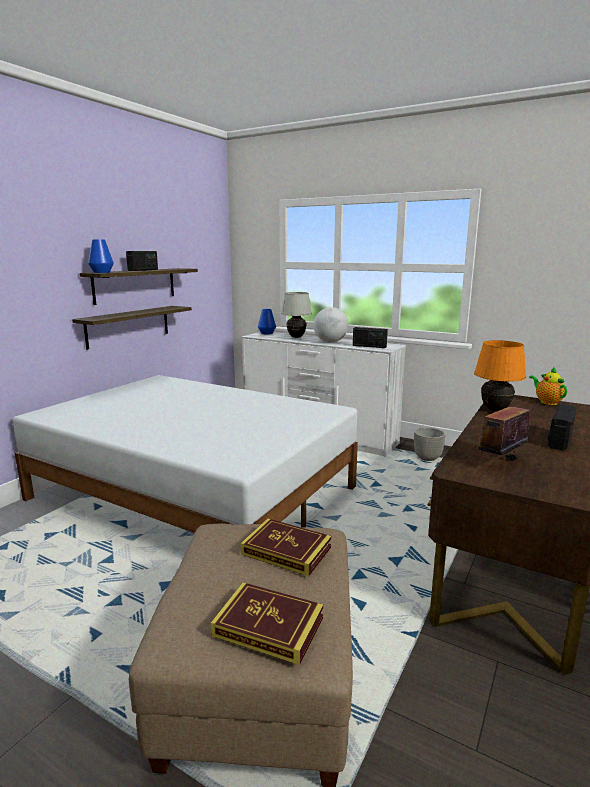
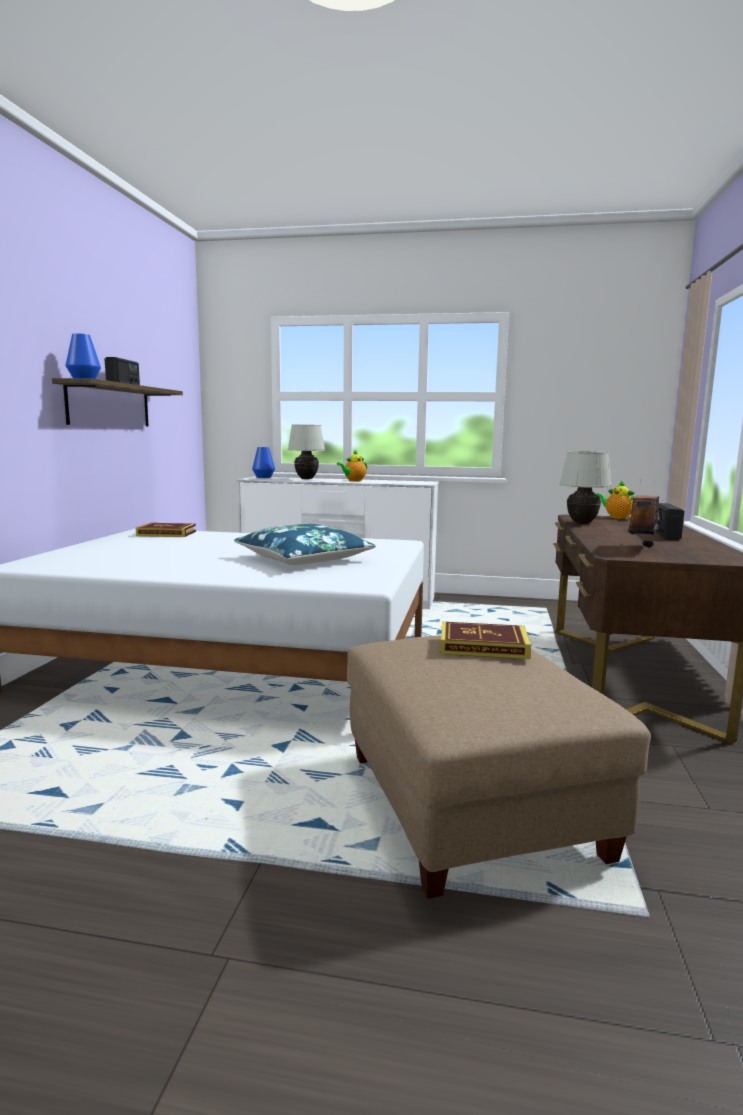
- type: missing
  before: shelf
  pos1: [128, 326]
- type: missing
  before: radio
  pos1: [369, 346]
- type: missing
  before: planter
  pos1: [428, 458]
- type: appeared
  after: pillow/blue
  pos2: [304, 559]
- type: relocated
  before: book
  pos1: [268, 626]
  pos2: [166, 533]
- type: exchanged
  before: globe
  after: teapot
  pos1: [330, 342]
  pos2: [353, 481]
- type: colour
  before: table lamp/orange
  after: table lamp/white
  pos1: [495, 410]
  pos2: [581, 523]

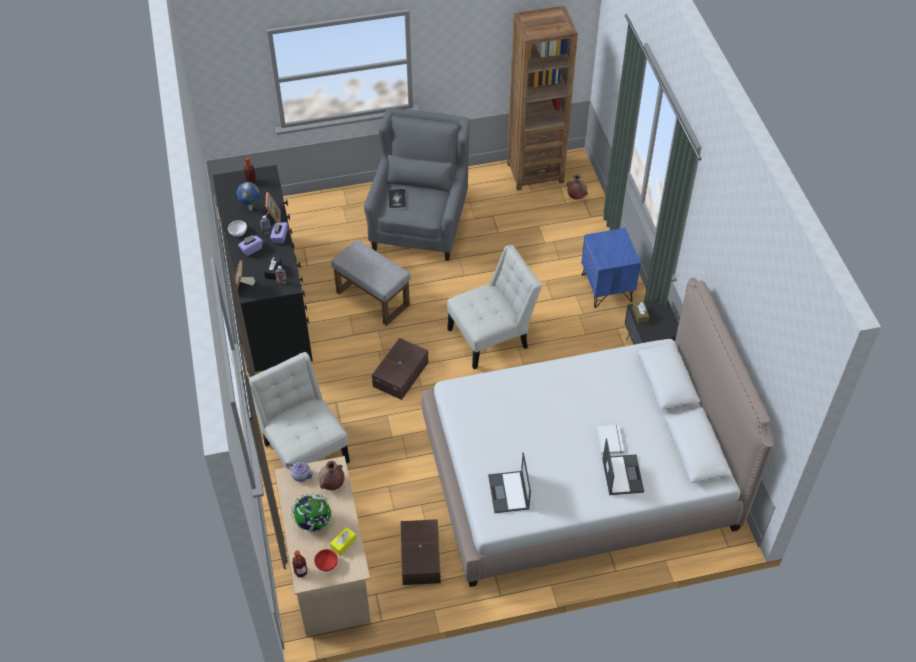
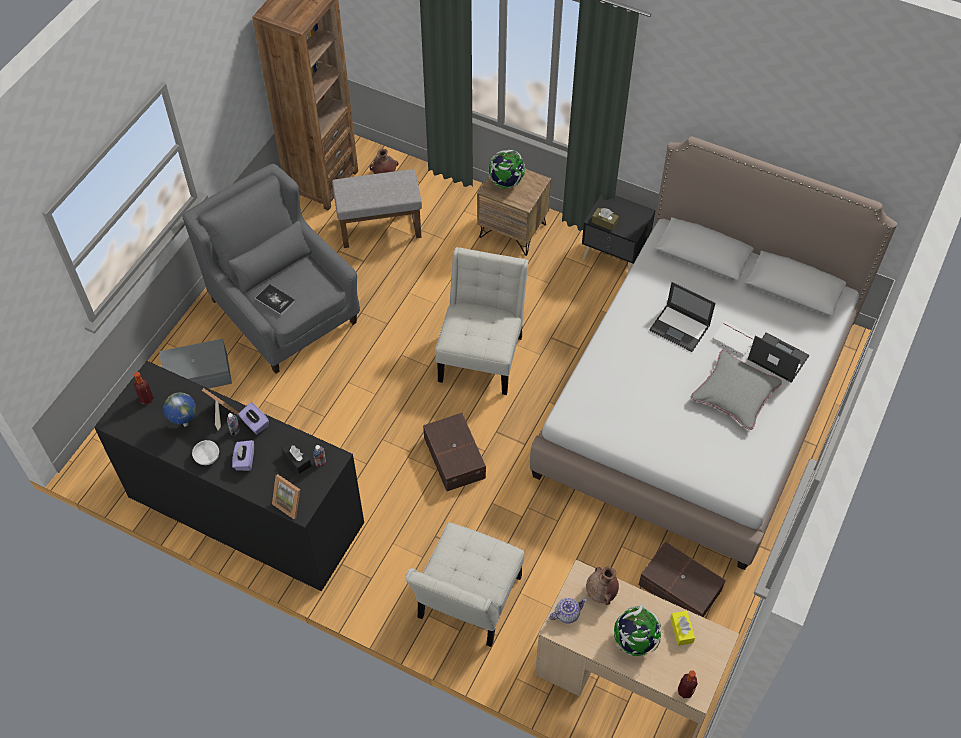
- type: missing
  before: bowl/red
  pos1: [326, 564]
- type: appeared
  after: storage box/grey
  pos2: [198, 374]
- type: appeared
  after: globe
  pos2: [506, 182]
- type: appeared
  after: pillow/grey
  pos2: [735, 393]
- type: relocated
  before: ottoman/grey
  pos1: [374, 298]
  pos2: [381, 227]
- type: relocated
  before: laptop
  pos1: [509, 493]
  pos2: [680, 328]
- type: colour
  before: nightstand/blue
  after: nightstand/brown
  pos1: [607, 288]
  pos2: [513, 230]
- type: spun
  before: chair/white
  pos1: [304, 449]
  pos2: [467, 602]
  turn: -75

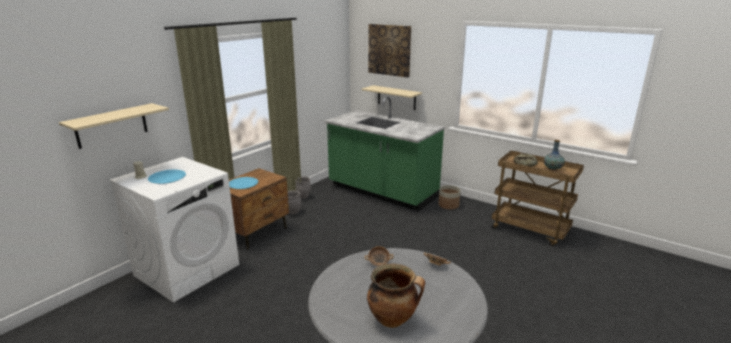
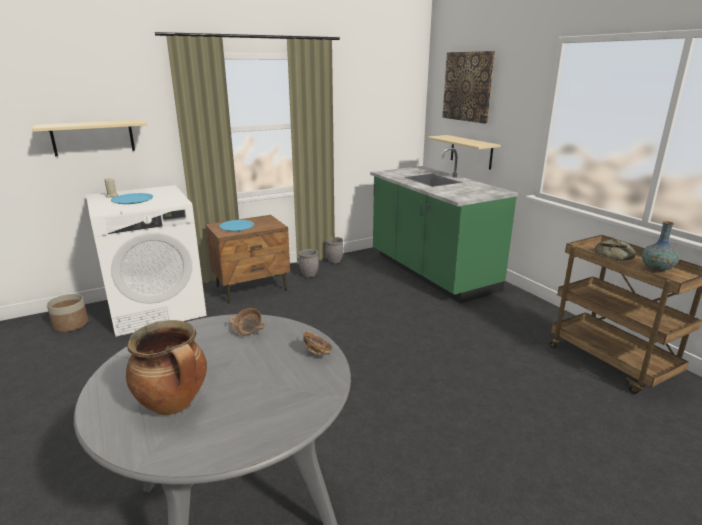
- type: relocated
  before: planter
  pos1: [448, 205]
  pos2: [71, 325]

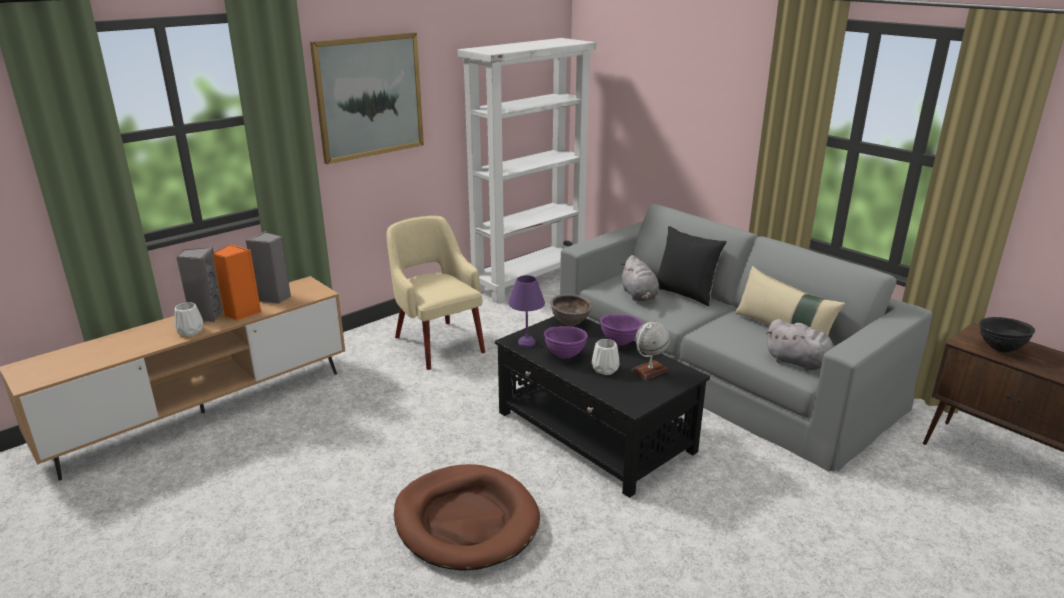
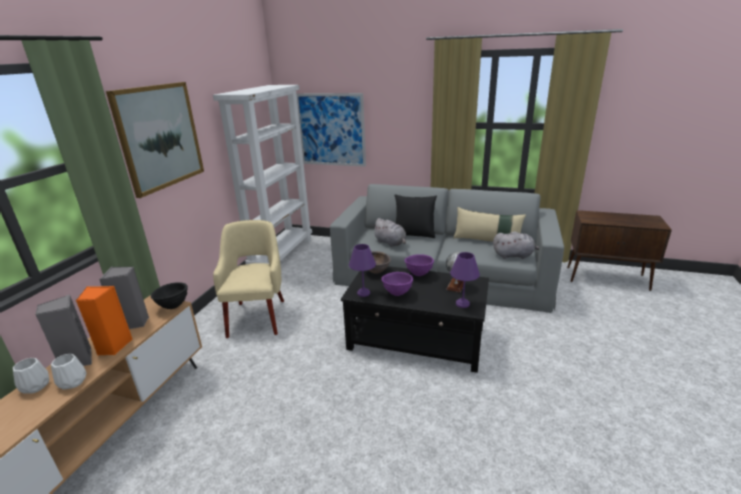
- type: missing
  before: dog bed/brown
  pos1: [466, 521]
- type: appeared
  after: picture
  pos2: [331, 130]
- type: appeared
  after: table lamp/purple
  pos2: [463, 304]
- type: relocated
  before: vase/white
  pos1: [605, 369]
  pos2: [36, 386]
- type: relocated
  before: bowl/black
  pos1: [999, 349]
  pos2: [173, 306]
- type: spun
  before: armchair/beige
  pos1: [437, 343]
  pos2: [257, 316]
  turn: 60

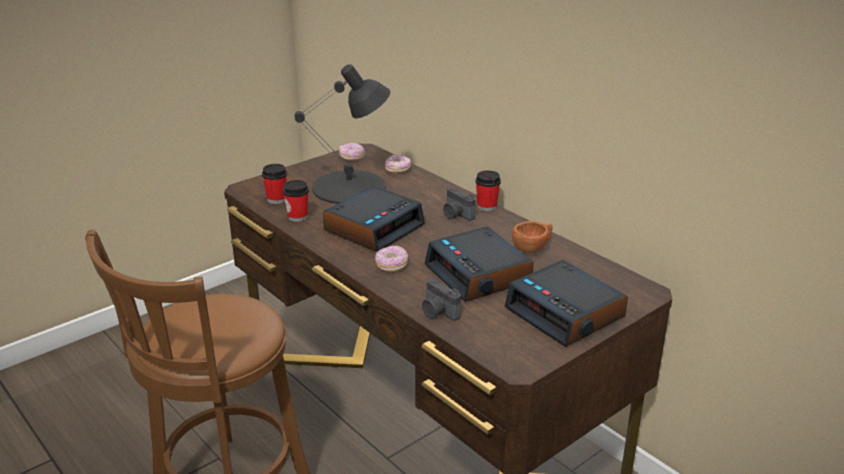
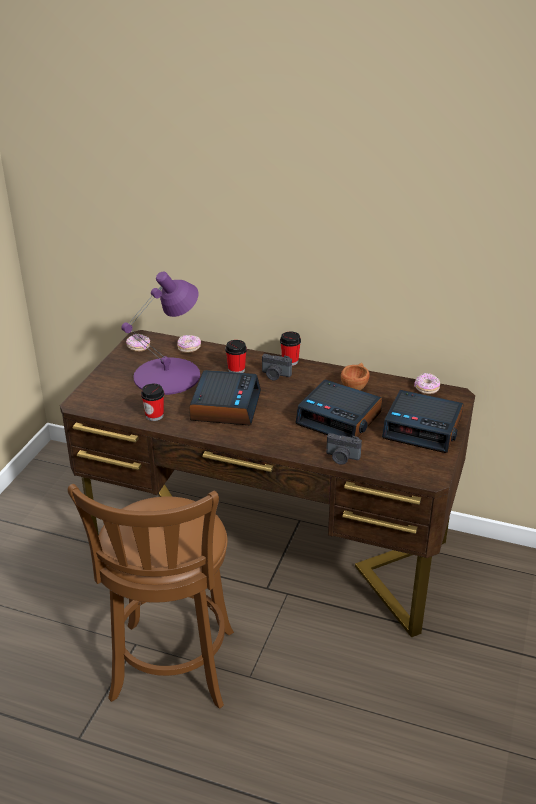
- type: relocated
  before: cup
  pos1: [277, 199]
  pos2: [236, 370]
- type: relocated
  before: donut
  pos1: [391, 265]
  pos2: [426, 388]
- type: colour
  before: table lamp/black
  after: table lamp/purple
  pos1: [350, 187]
  pos2: [168, 376]

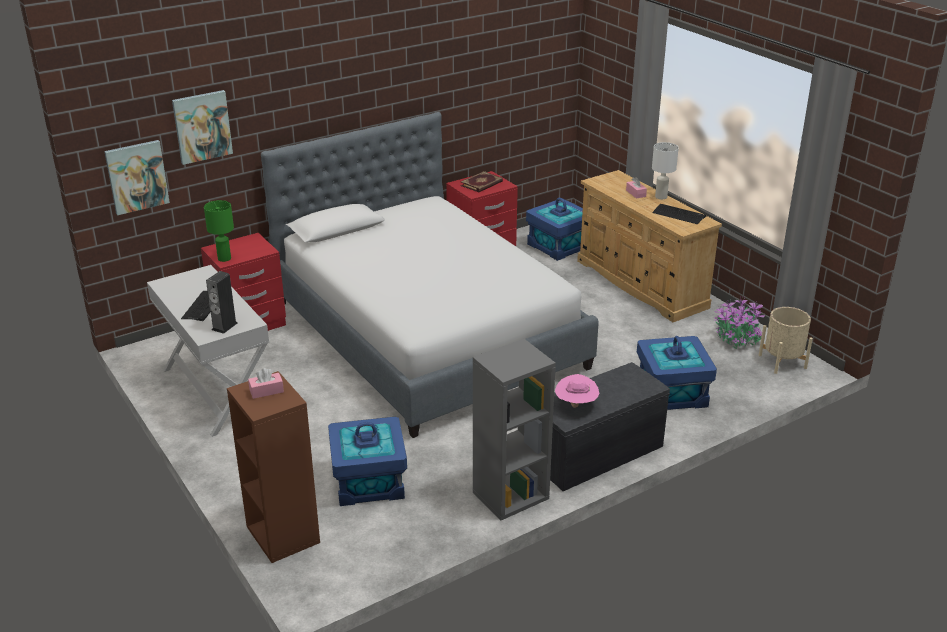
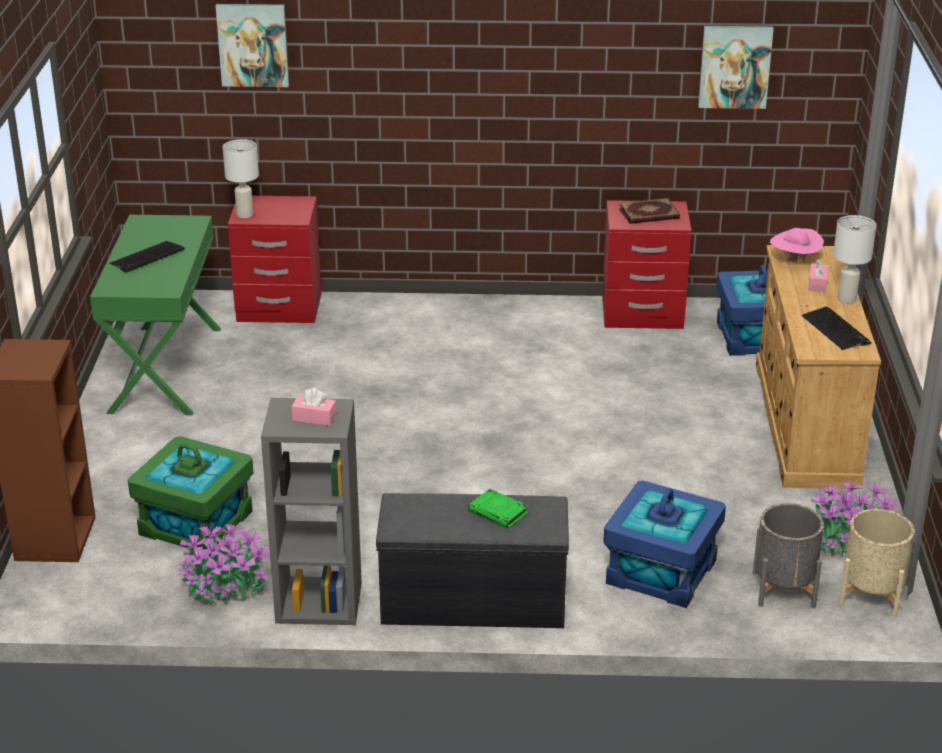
- type: missing
  before: speaker
  pos1: [224, 326]
- type: missing
  before: bed
  pos1: [427, 334]
- type: appeared
  after: potted plant
  pos2: [226, 587]
- type: appeared
  after: book/green
  pos2: [499, 512]
- type: appeared
  after: planter/grey
  pos2: [783, 589]
- type: relocated
  before: picture
  pos1: [137, 176]
  pos2: [735, 66]
- type: relocated
  before: tissue box/pink
  pos1: [266, 391]
  pos2: [314, 418]
- type: relocated
  before: hat/pink
  pos1: [576, 405]
  pos2: [794, 261]
- type: colour
  before: console table/white
  after: console table/green
  pos1: [217, 391]
  pos2: [165, 369]
- type: colour
  before: table lamp/green
  after: table lamp/white
  pos1: [224, 258]
  pos2: [245, 215]
- type: colour
  before: storage box/blue
  after: storage box/green
  pos1: [369, 482]
  pos2: [195, 523]

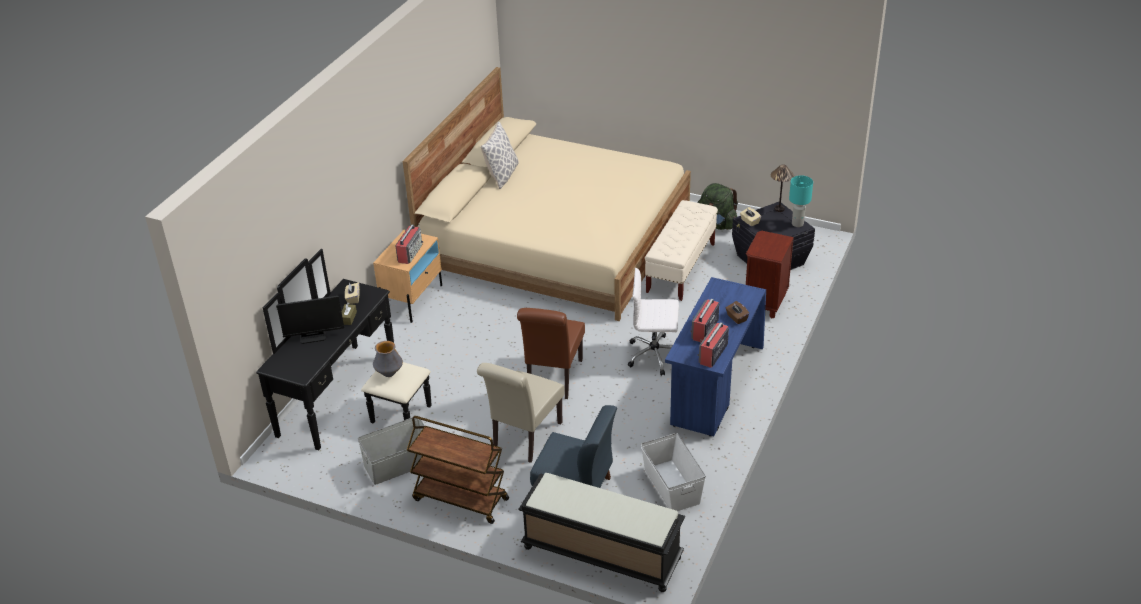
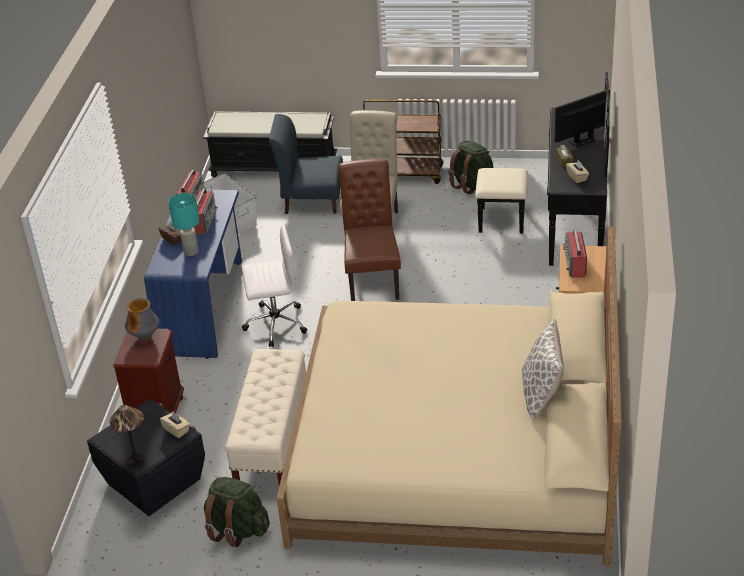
- type: relocated
  before: vase
  pos1: [389, 373]
  pos2: [145, 336]
- type: relocated
  before: table lamp/turquoise
  pos1: [797, 223]
  pos2: [191, 252]
- type: exchanged
  before: storage box/grey
  after: backpack/green
  pos1: [399, 464]
  pos2: [472, 185]

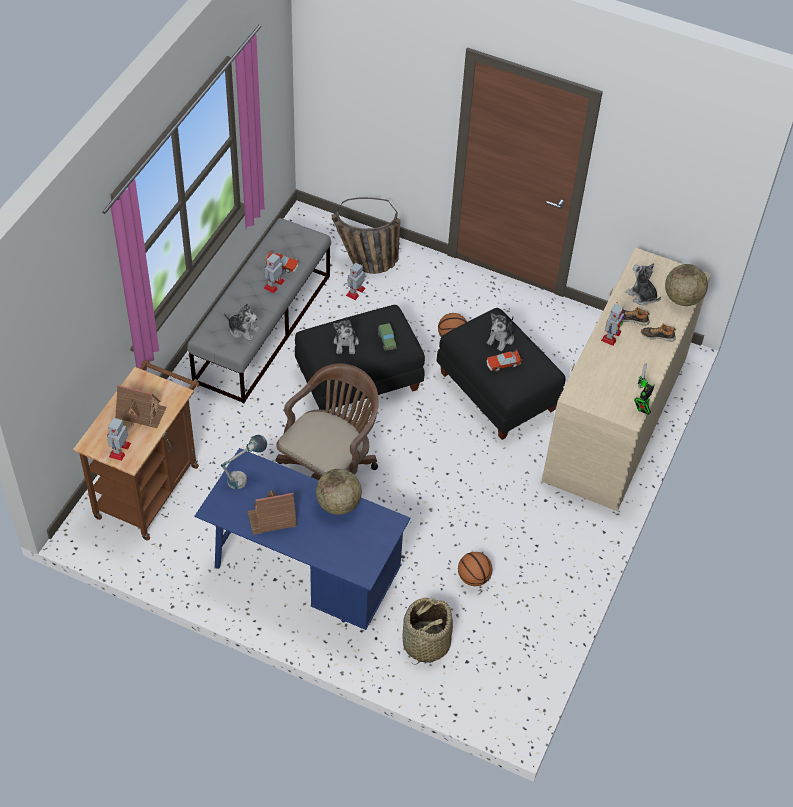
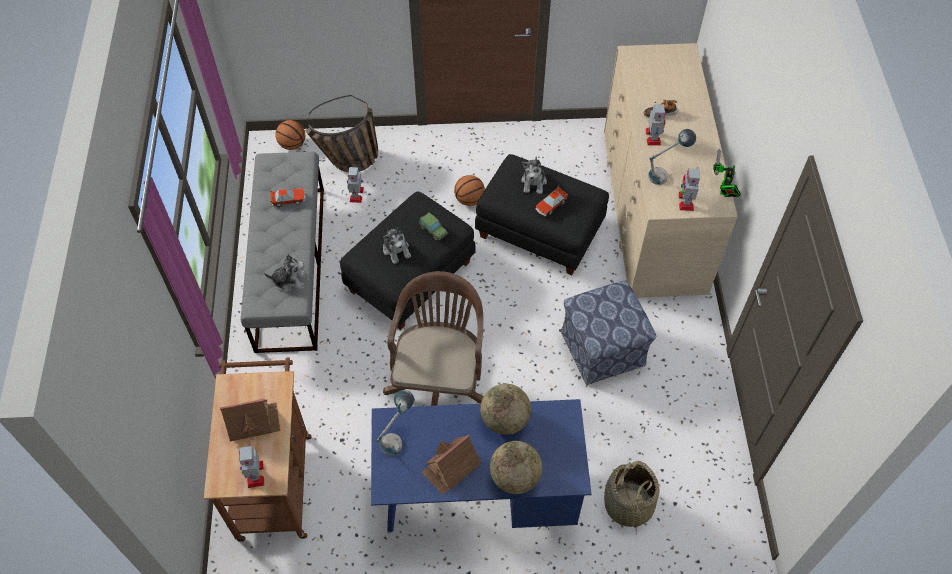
- type: missing
  before: plush toy
  pos1: [641, 296]
- type: missing
  before: shoe
  pos1: [657, 336]
- type: appeared
  after: ottoman
  pos2: [603, 349]
- type: appeared
  after: table lamp
  pos2: [665, 174]
- type: relocated
  before: toy robot
  pos1: [274, 284]
  pos2: [685, 201]
- type: relocated
  before: basketball
  pos1: [473, 577]
  pos2: [292, 144]
- type: relocated
  before: globe
  pos1: [682, 299]
  pos2: [515, 477]

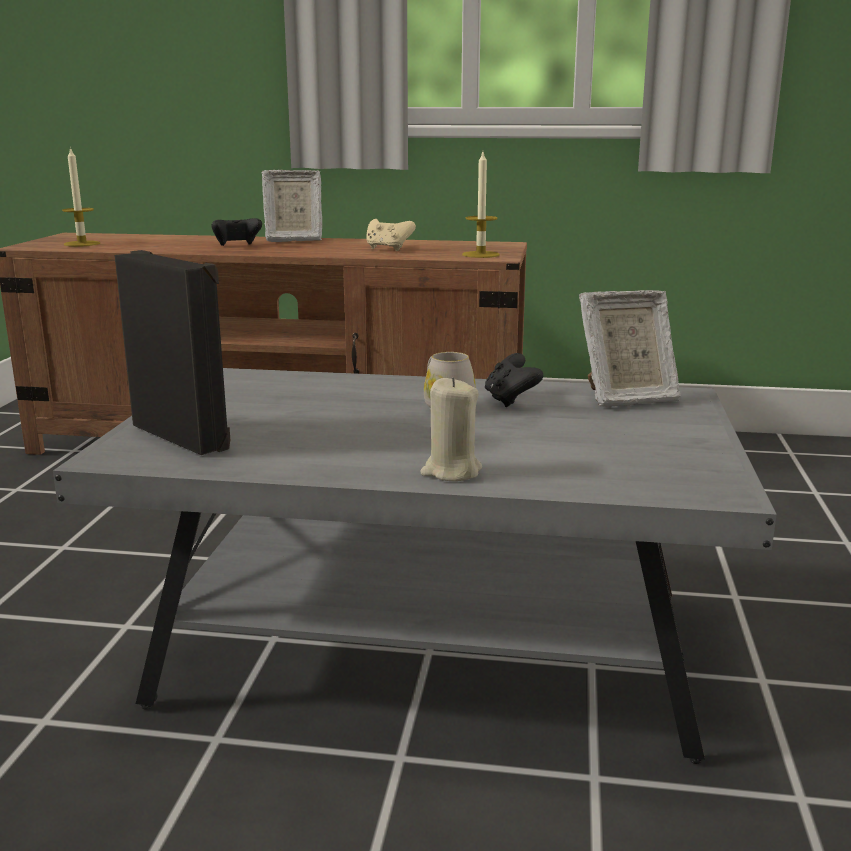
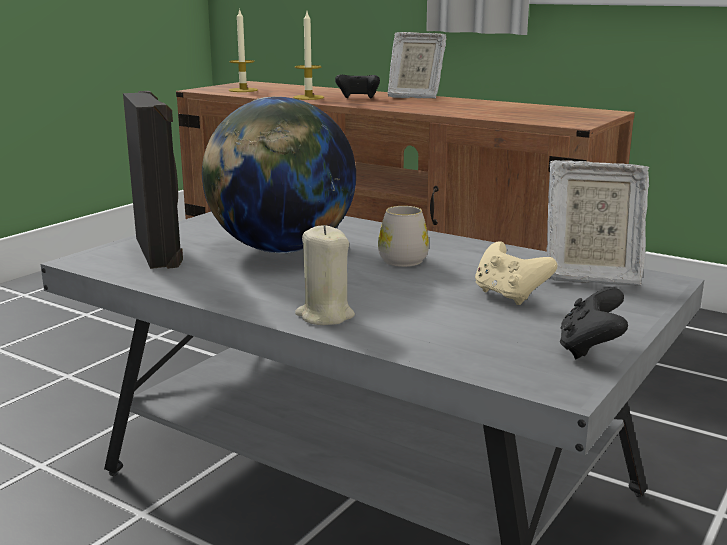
- type: appeared
  after: globe
  pos2: [281, 250]
- type: relocated
  before: game controller/beige
  pos1: [388, 249]
  pos2: [509, 296]
- type: relocated
  before: candle
  pos1: [480, 255]
  pos2: [308, 97]
- type: relocated
  before: game controller/black
  pos1: [510, 400]
  pos2: [590, 349]

